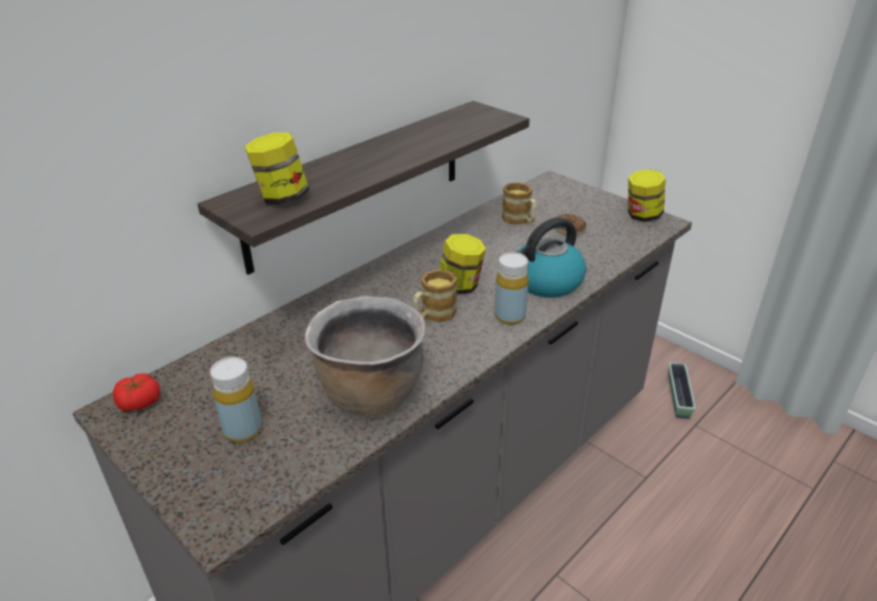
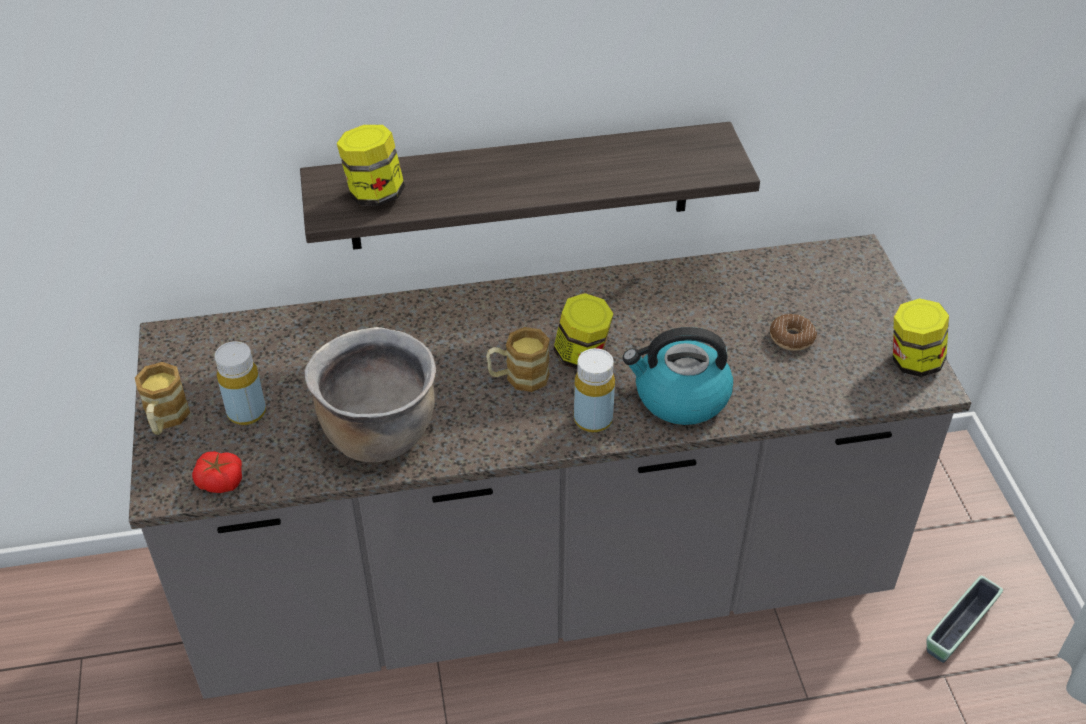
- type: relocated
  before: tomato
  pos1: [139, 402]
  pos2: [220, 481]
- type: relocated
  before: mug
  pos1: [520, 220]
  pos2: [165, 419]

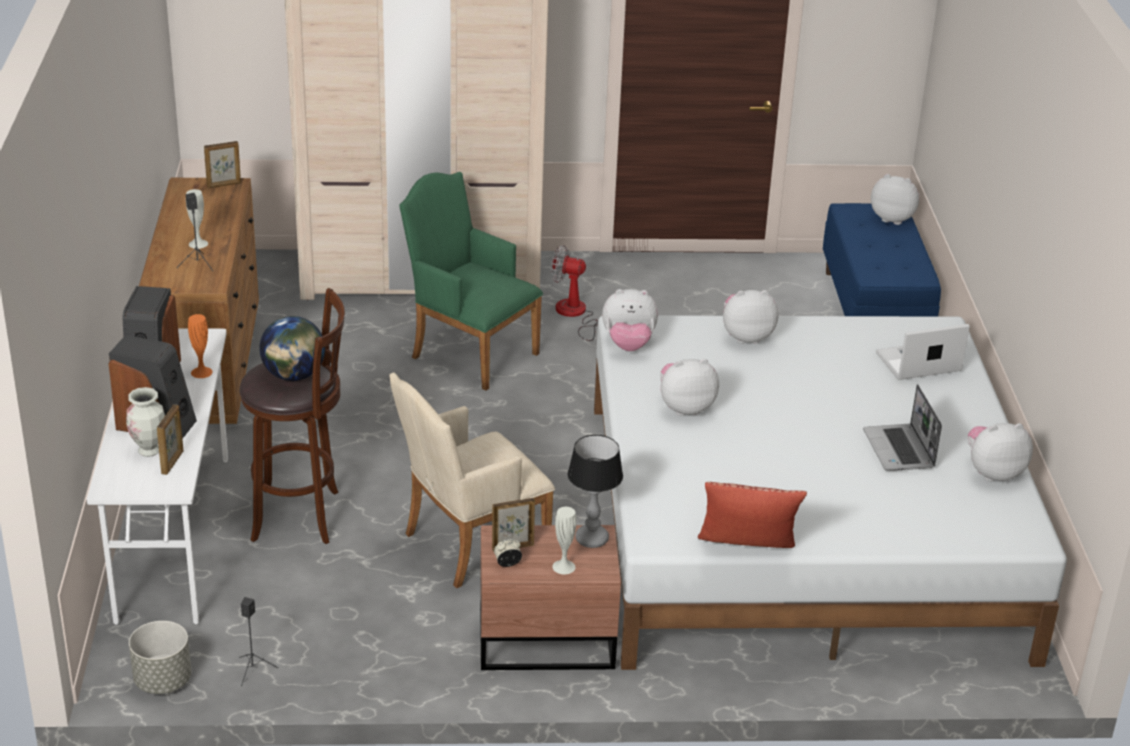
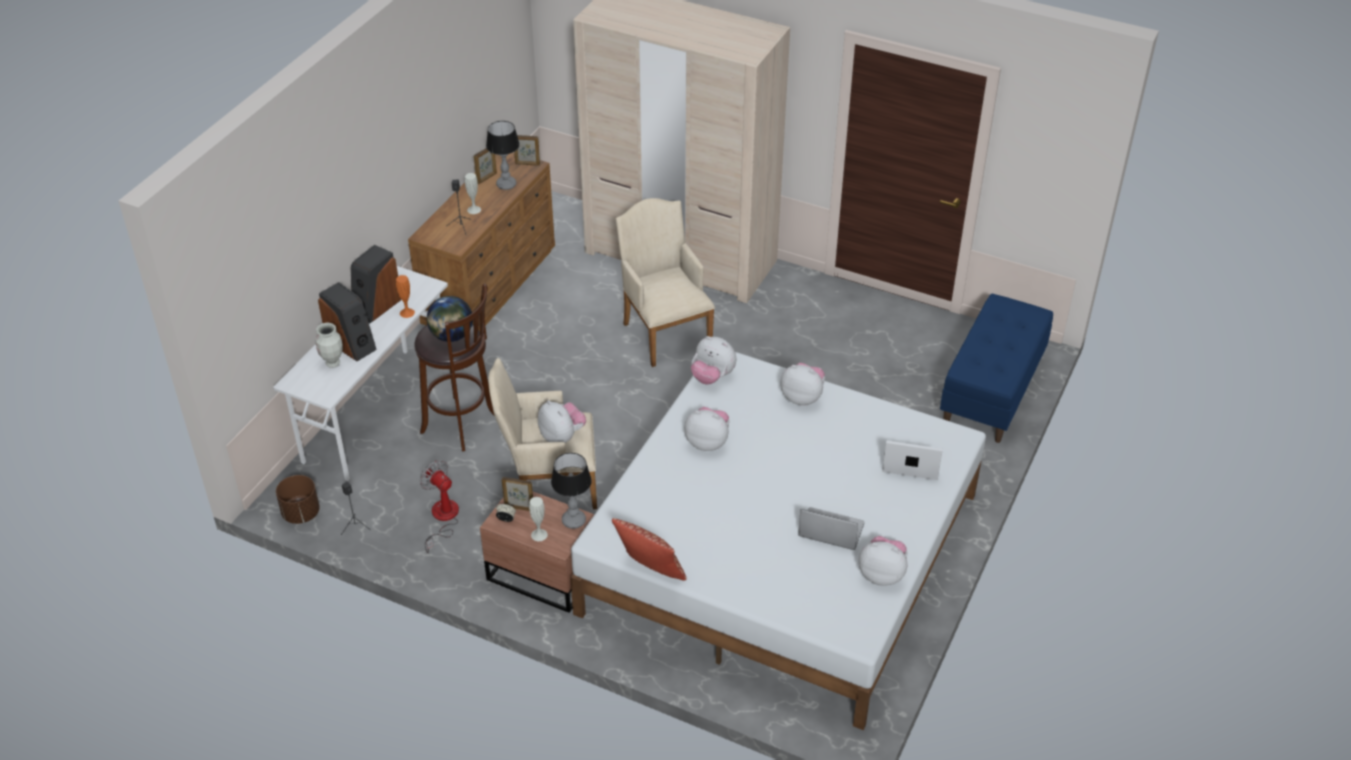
- type: appeared
  after: table lamp
  pos2: [506, 185]
- type: relocated
  before: picture frame
  pos1: [173, 462]
  pos2: [487, 178]
- type: relocated
  before: fan
  pos1: [575, 314]
  pos2: [442, 518]
- type: relocated
  before: plush toy
  pos1: [893, 218]
  pos2: [562, 436]
- type: colour
  before: planter/grey
  after: planter/brown
  pos1: [162, 681]
  pos2: [300, 513]
- type: colour
  before: armchair/green
  after: armchair/beige
  pos1: [469, 352]
  pos2: [665, 331]
- type: spun
  before: laptop
  pos1: [900, 450]
  pos2: [830, 531]
  turn: 90

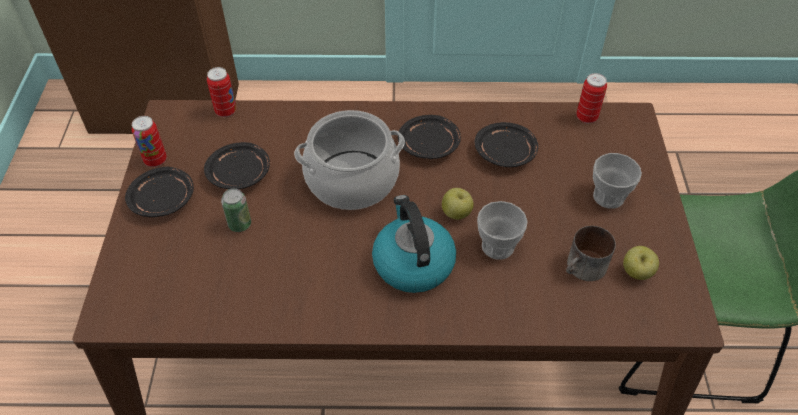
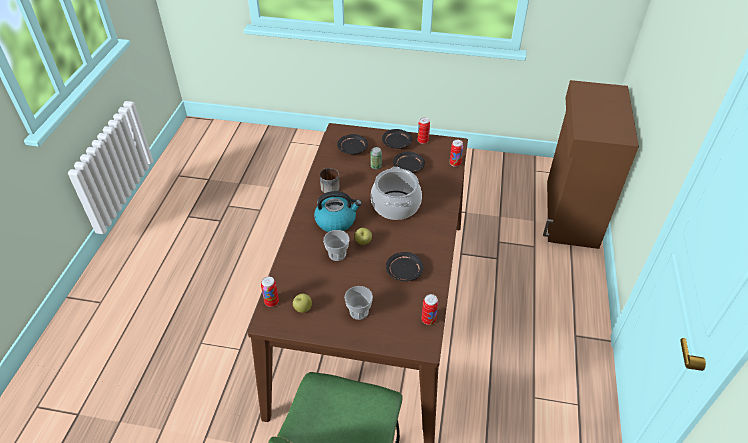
- type: appeared
  after: can
  pos2: [271, 302]
- type: relocated
  before: plate/black
  pos1: [429, 145]
  pos2: [352, 149]
- type: relocated
  before: mug
  pos1: [584, 269]
  pos2: [328, 186]

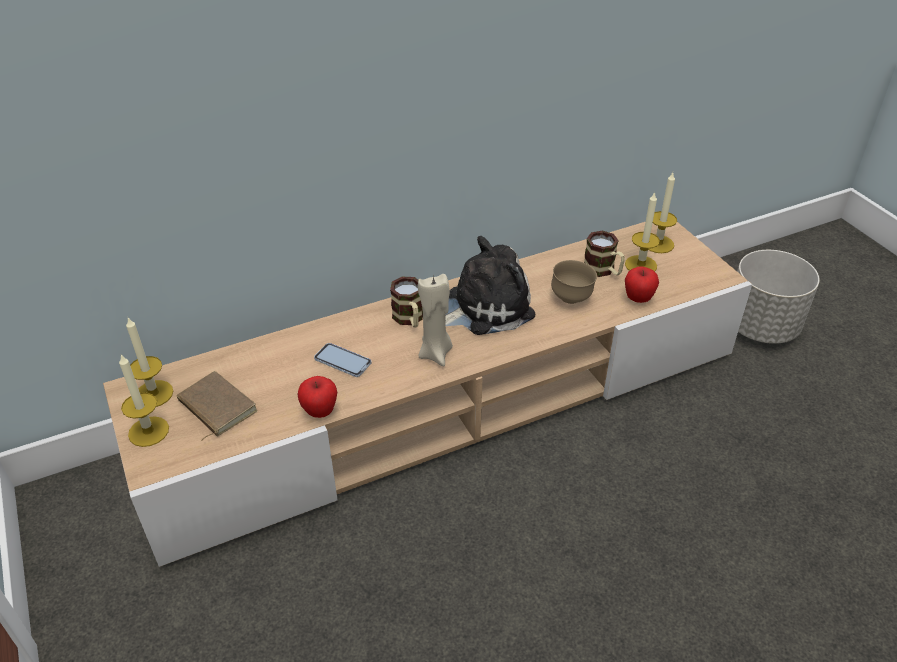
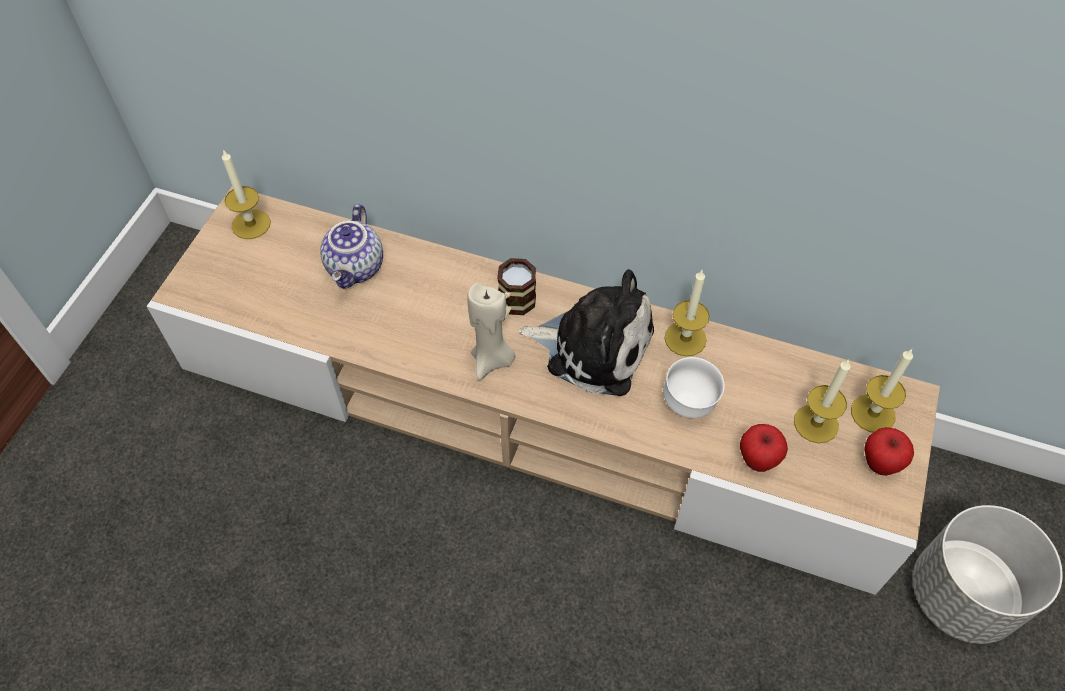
- type: missing
  before: book/brown
  pos1: [215, 408]
- type: missing
  before: phone
  pos1: [342, 361]
- type: missing
  before: mug
  pos1: [603, 270]
- type: appeared
  after: teapot
  pos2: [357, 268]
- type: relocated
  before: candle
  pos1: [148, 431]
  pos2: [685, 338]
- type: relocated
  before: apple
  pos1: [320, 411]
  pos2: [879, 463]
- type: colour
  before: bowl/brown
  after: bowl/white
  pos1: [571, 298]
  pos2: [689, 404]

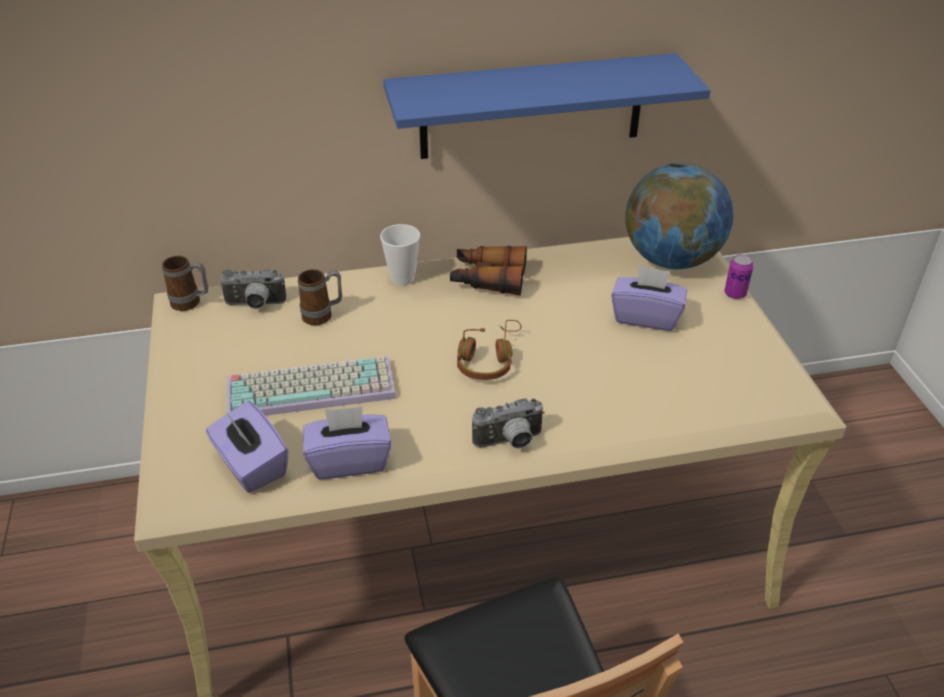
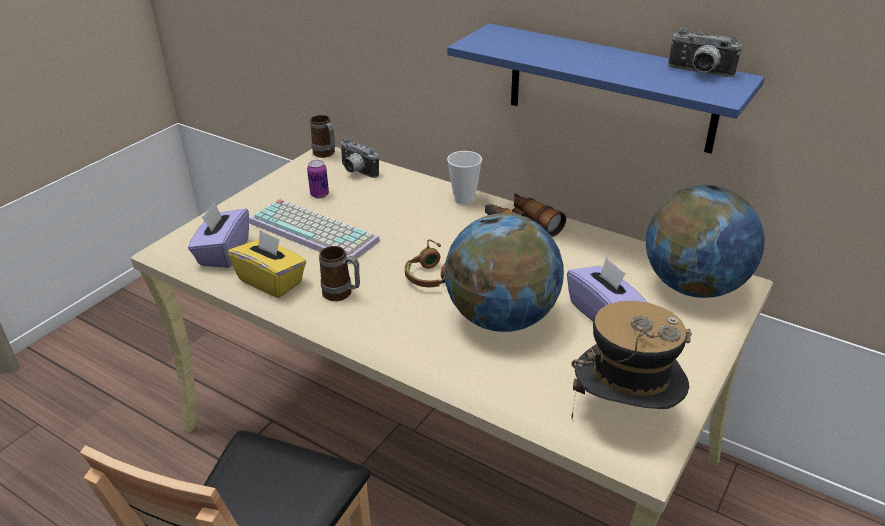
- type: appeared
  after: globe
  pos2: [501, 318]
- type: appeared
  after: hat
  pos2: [623, 415]
- type: relocated
  before: mug
  pos1: [323, 315]
  pos2: [342, 295]
- type: relocated
  before: photo camera
  pos1: [510, 442]
  pos2: [699, 73]
- type: relocated
  before: can
  pos1: [735, 294]
  pos2: [319, 194]
- type: colour
  before: tissue box/purple
  after: tissue box/yellow
  pos1: [349, 460]
  pos2: [271, 281]

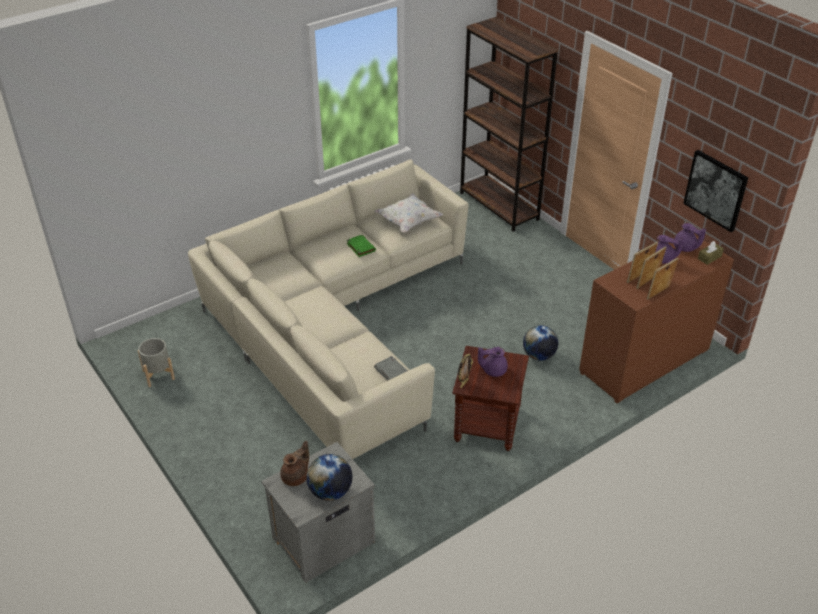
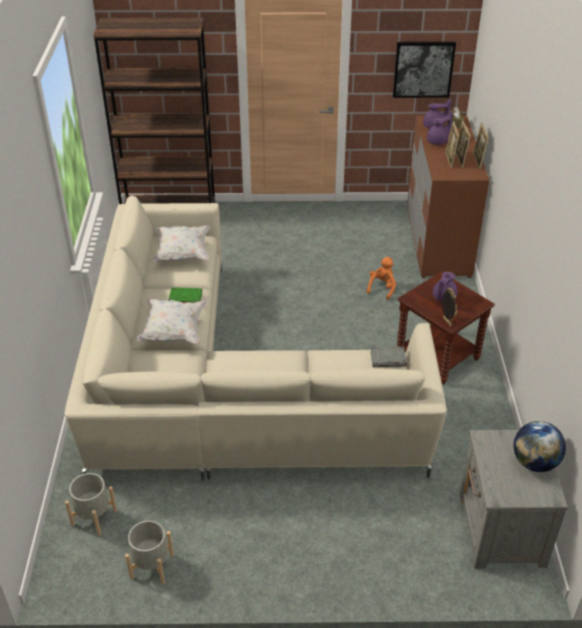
- type: missing
  before: teapot/brown
  pos1: [296, 477]
- type: appeared
  after: planter/grey
  pos2: [94, 517]
- type: appeared
  after: pillow/white
  pos2: [173, 331]
- type: exchanged
  before: globe
  after: plush toy/orange
  pos1: [539, 355]
  pos2: [382, 288]

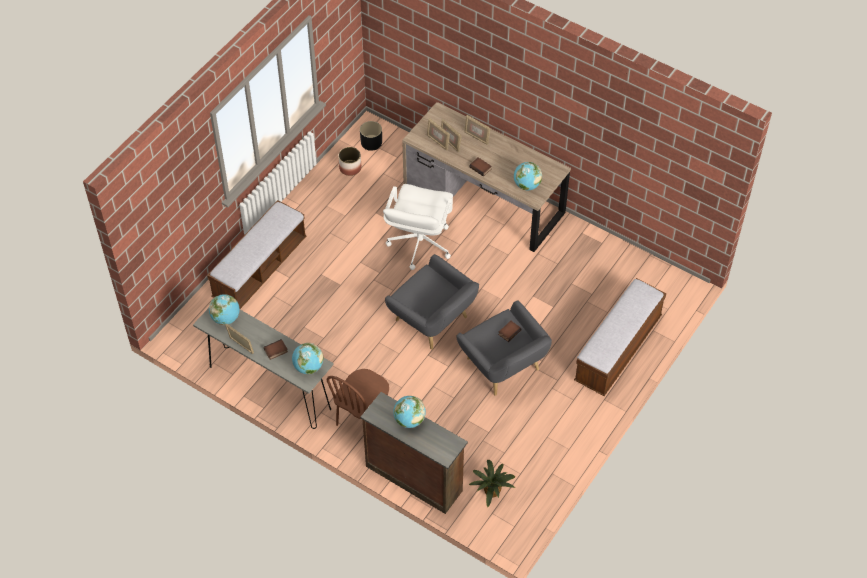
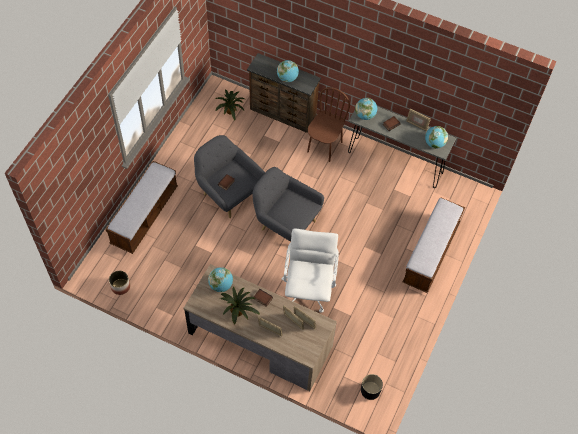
- type: appeared
  after: potted plant
  pos2: [238, 311]
- type: relocated
  before: planter
  pos1: [350, 168]
  pos2: [120, 286]

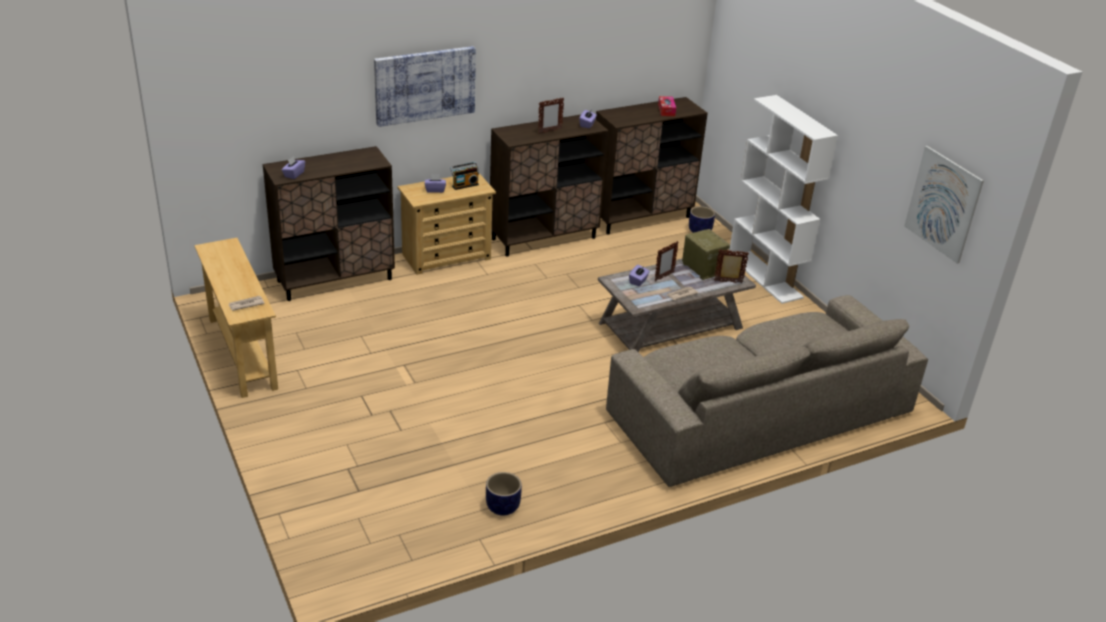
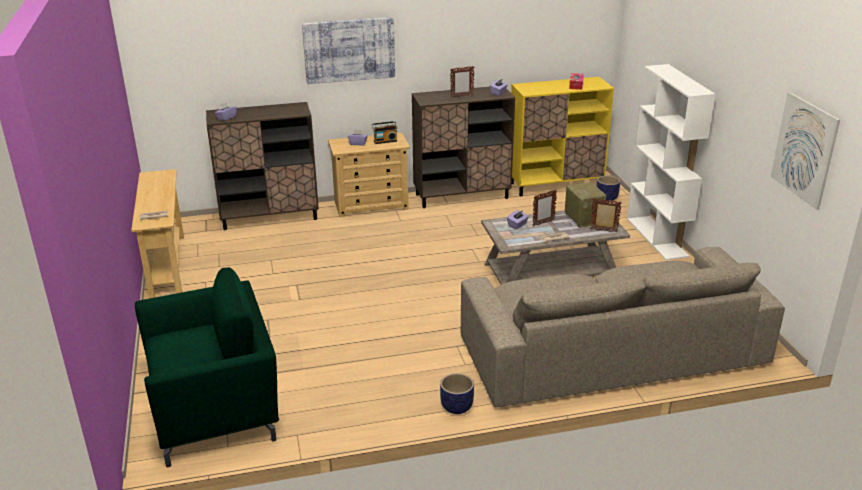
- type: appeared
  after: armchair/green
  pos2: [215, 410]
- type: relocated
  before: planter
  pos1: [502, 507]
  pos2: [456, 407]
- type: colour
  before: cabinet/brown
  after: cabinet/yellow
  pos1: [641, 217]
  pos2: [555, 185]

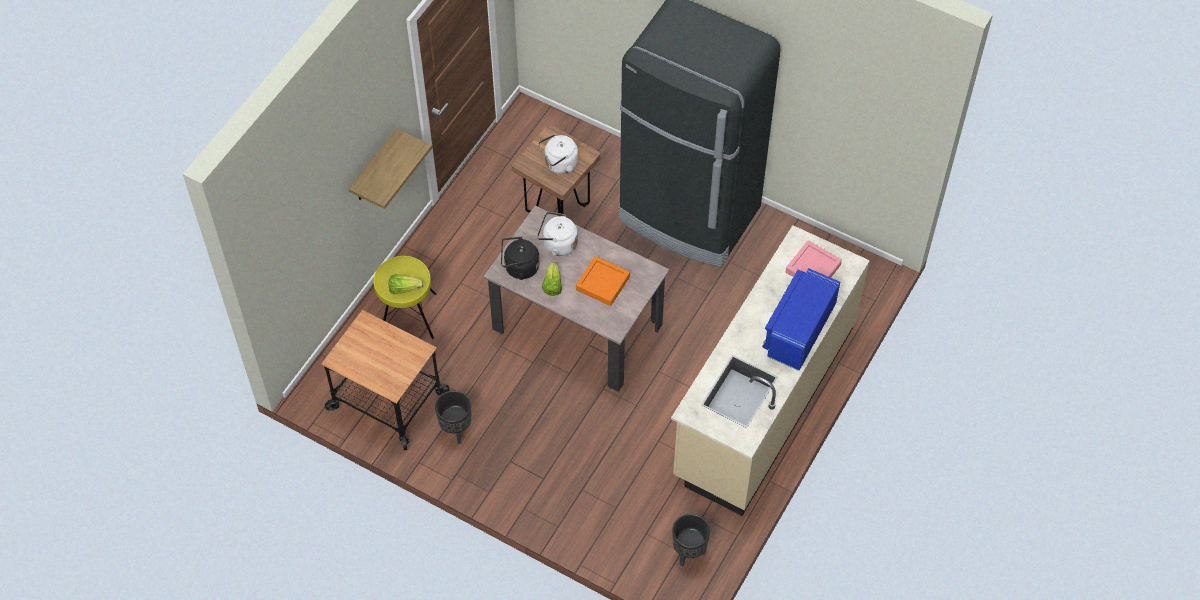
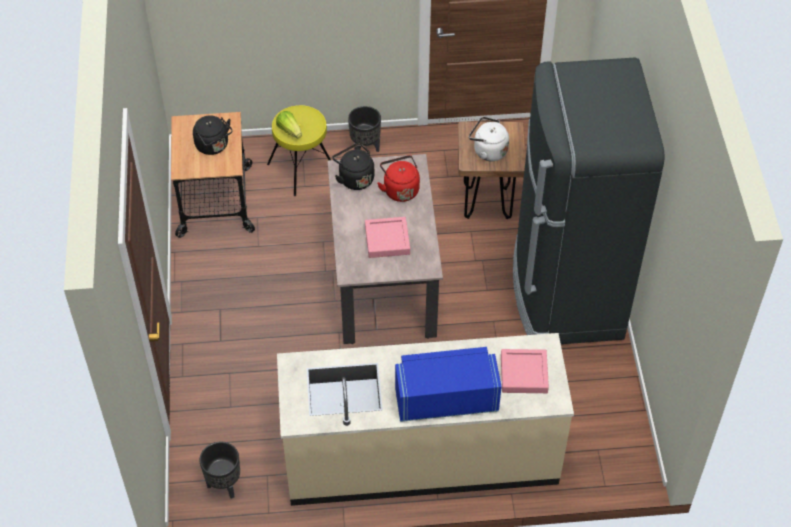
- type: missing
  before: shelf
  pos1: [374, 168]
- type: missing
  before: lettuce
  pos1: [552, 285]
- type: appeared
  after: kettle/black
  pos2: [213, 146]
- type: relocated
  before: planter/black
  pos1: [456, 430]
  pos2: [365, 149]
- type: colour
  before: kettle/white
  after: kettle/red
  pos1: [557, 244]
  pos2: [400, 189]
- type: colour
  before: tray/orange
  after: tray/pink
  pos1: [602, 283]
  pos2: [387, 240]

